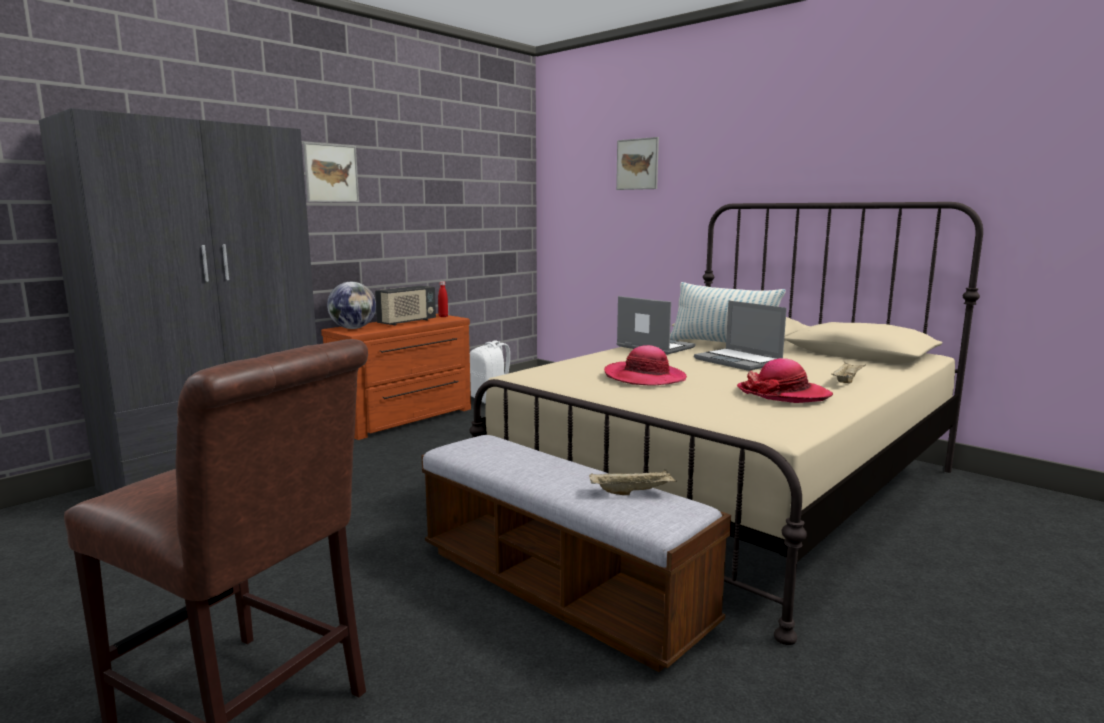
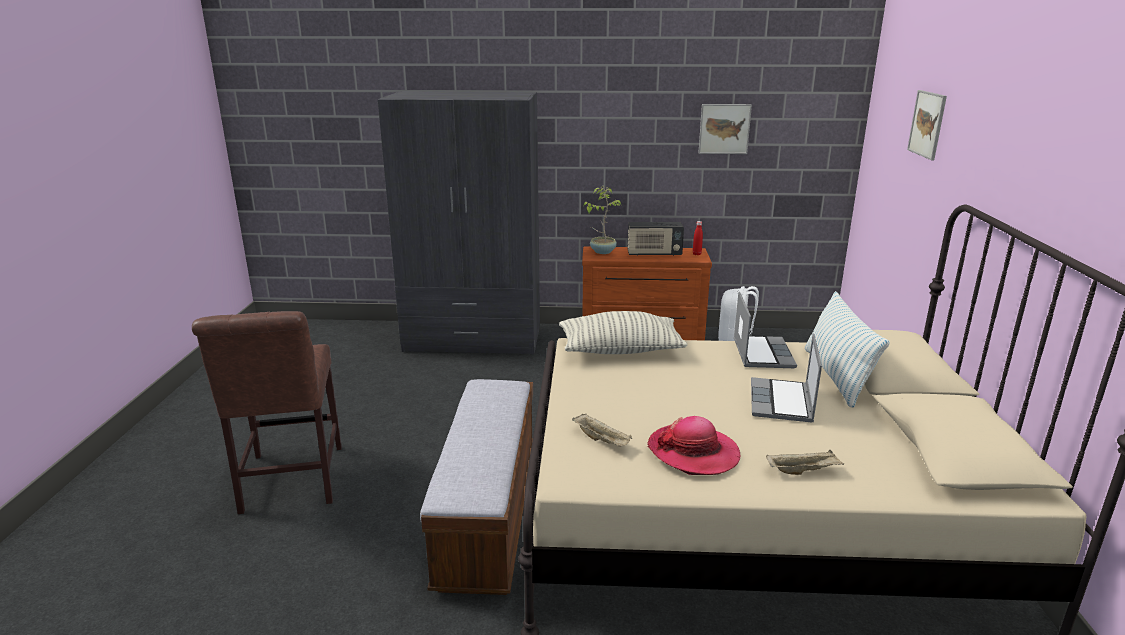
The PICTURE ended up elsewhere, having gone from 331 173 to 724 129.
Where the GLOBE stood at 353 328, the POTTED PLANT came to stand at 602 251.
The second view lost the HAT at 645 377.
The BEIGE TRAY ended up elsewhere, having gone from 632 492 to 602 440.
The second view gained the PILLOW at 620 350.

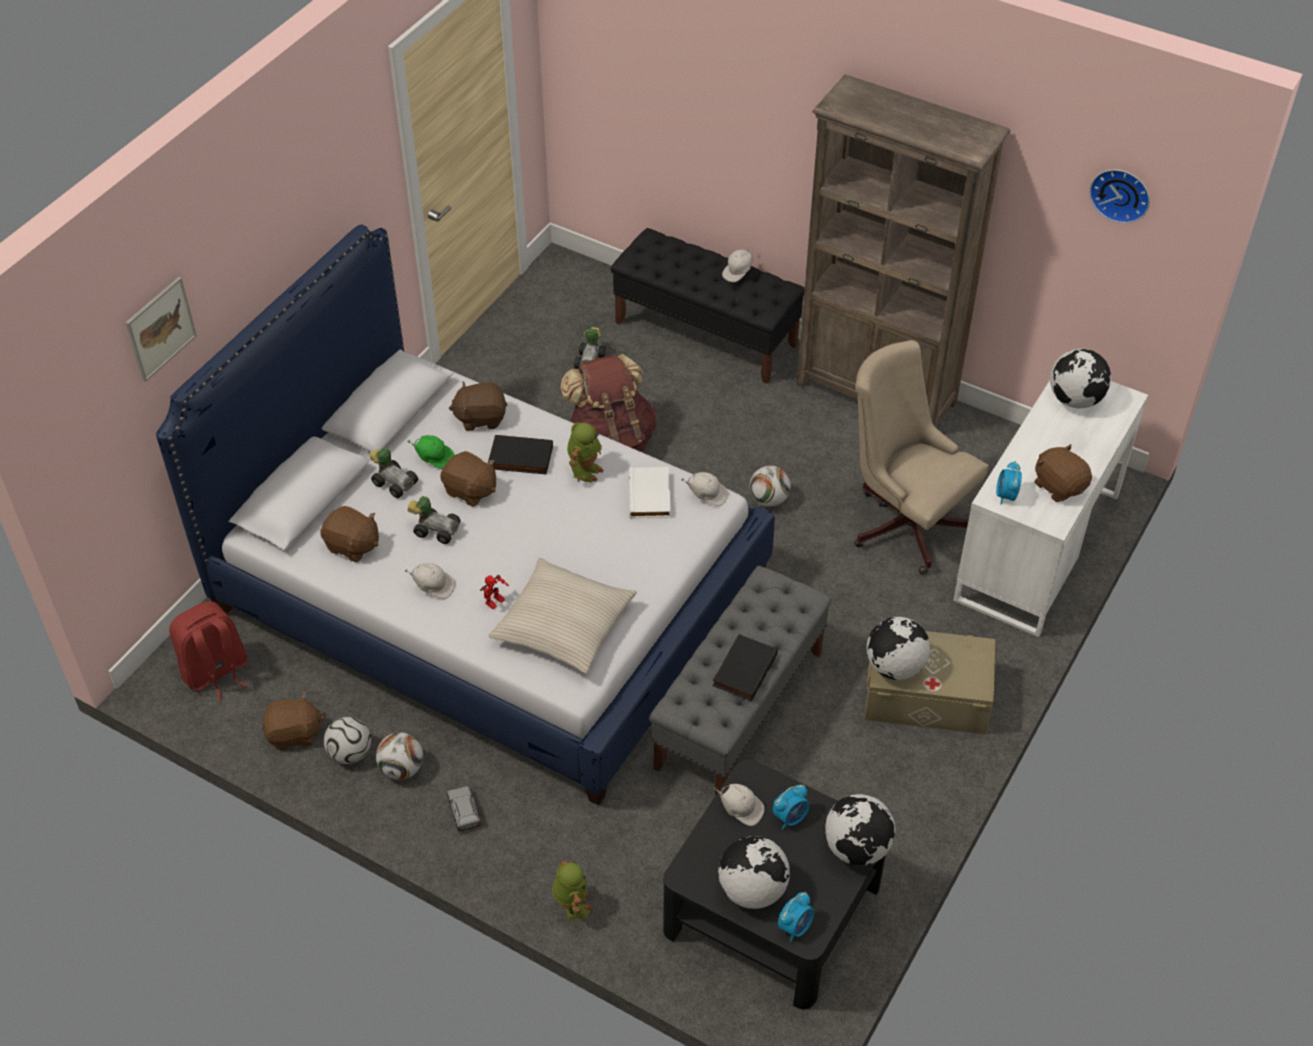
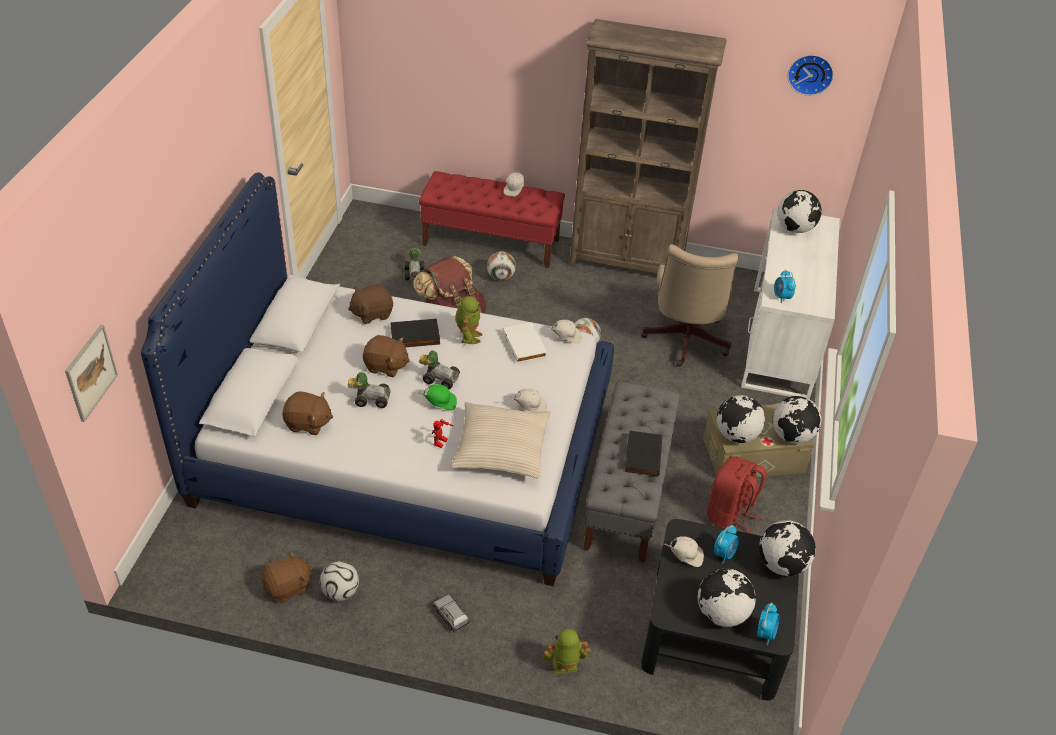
What was the BLACK BENCH at 706 334 turned into the RED BENCH at 491 242.
The PICTURE ended up elsewhere, having gone from 160 328 to 91 372.
The BEIGE OFFICE CHAIR at 904 521 ended up facing another way, 105 degrees counterclockwise from before.
The GREEN CAP ended up elsewhere, having gone from 434 458 to 440 403.
The second view lost the BROWN PLUSH TOY at 1059 486.
The TOY CAR ended up elsewhere, having gone from 394 482 to 439 378.
The WHITE CAP ended up elsewhere, having gone from 433 586 to 530 407.
The RED BACKPACK ended up elsewhere, having gone from 216 672 to 730 514.
The FOOTBALL ended up elsewhere, having gone from 402 769 to 501 277.
The TOY ROBOT at 572 905 ended up facing another way, 60 degrees counterclockwise from before.
The second view gained the GLOBE at 792 436.

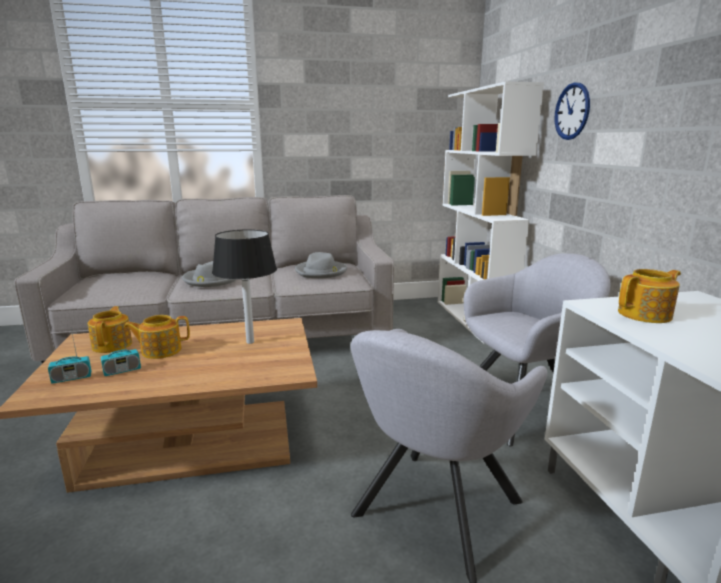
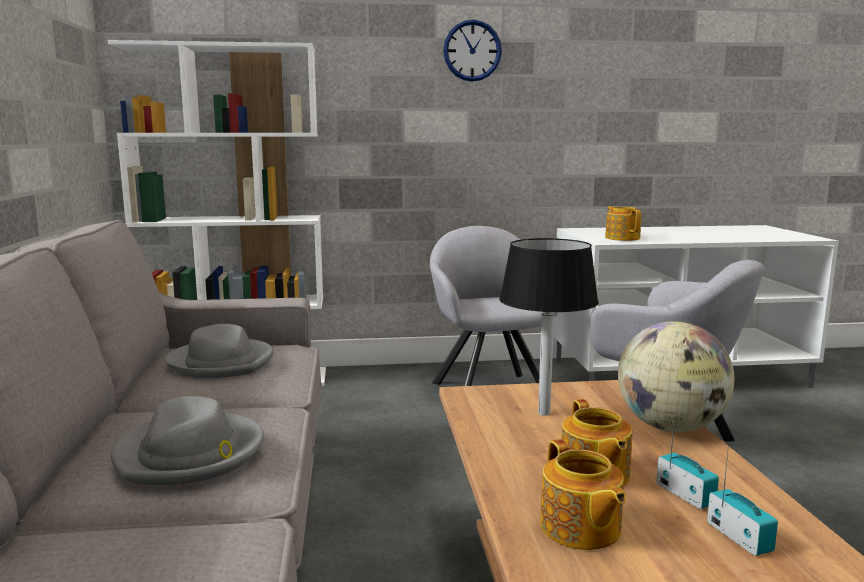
The WALL CLOCK ended up elsewhere, having gone from 572 111 to 472 51.
The TEAPOT at 113 345 ended up facing another way, 105 degrees counterclockwise from before.
The second view gained the GLOBE at 670 427.

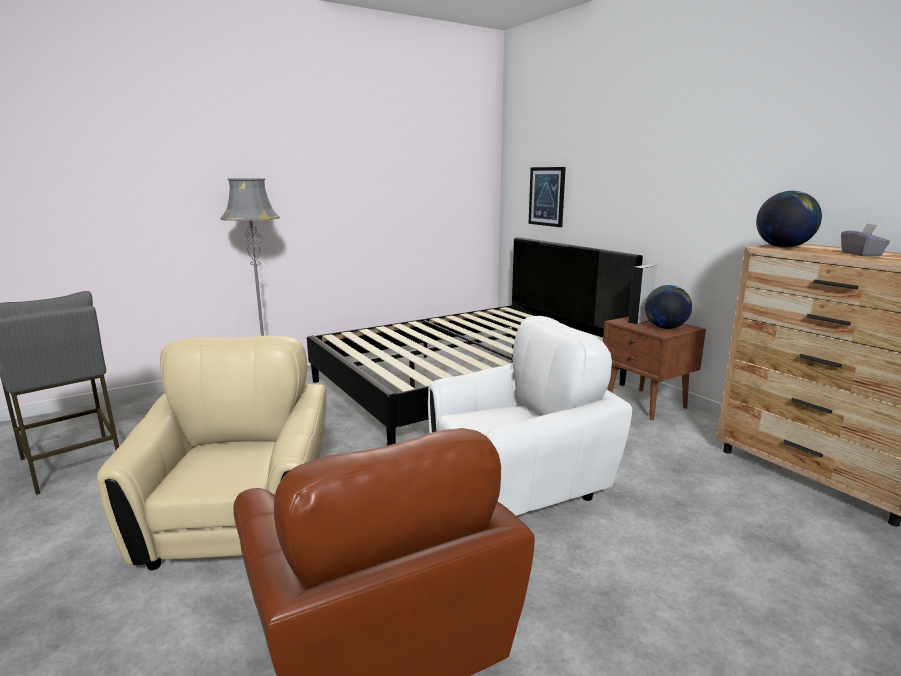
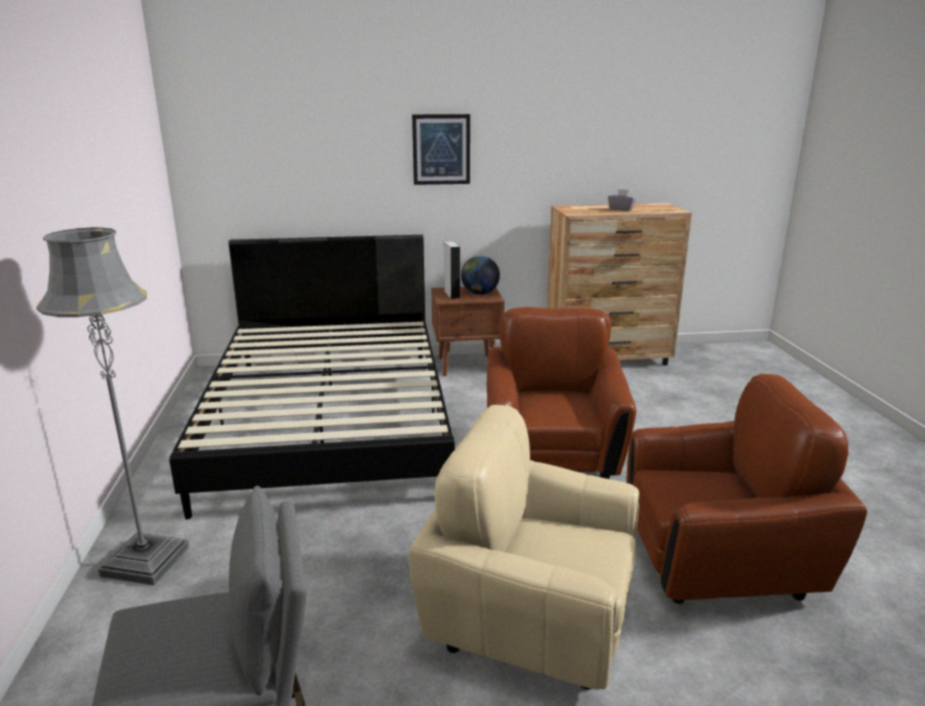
The PICTURE ended up elsewhere, having gone from 547 196 to 441 149.
The second view lost the GLOBE at 783 247.
What was the WHITE ARMCHAIR at 518 482 turned into the BROWN ARMCHAIR at 552 453.

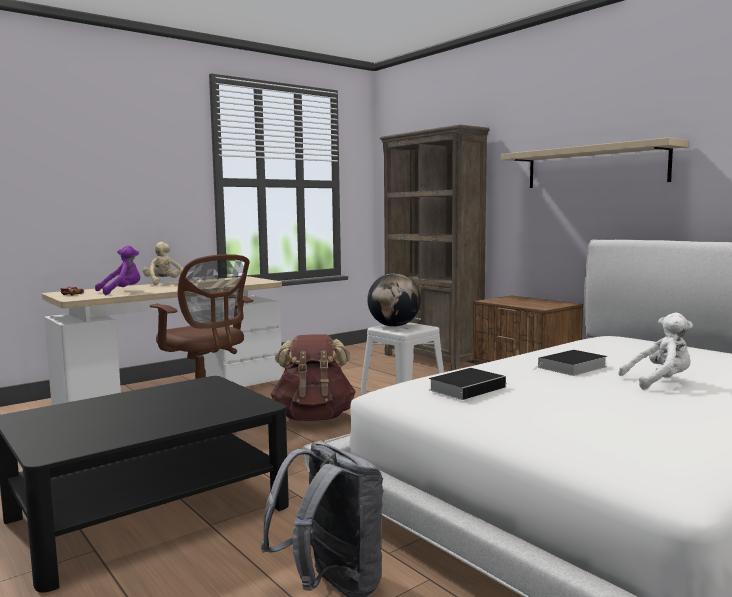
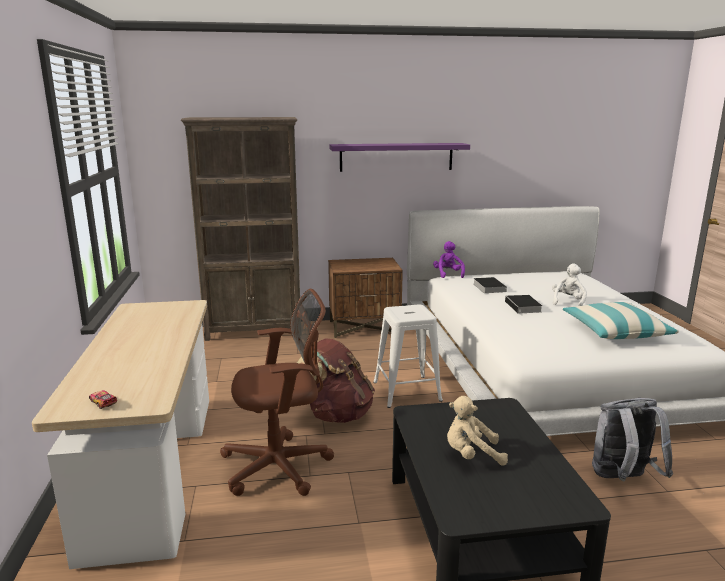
What was the BEIGE SHELF at 594 166 turned into the PURPLE SHELF at 396 157.
The BEIGE PLUSH TOY ended up elsewhere, having gone from 164 283 to 471 455.
The PURPLE PLUSH TOY ended up elsewhere, having gone from 122 292 to 448 274.
The second view lost the GLOBE at 394 326.
The BOOK ended up elsewhere, having gone from 468 388 to 488 287.
The second view gained the PILLOW at 615 331.

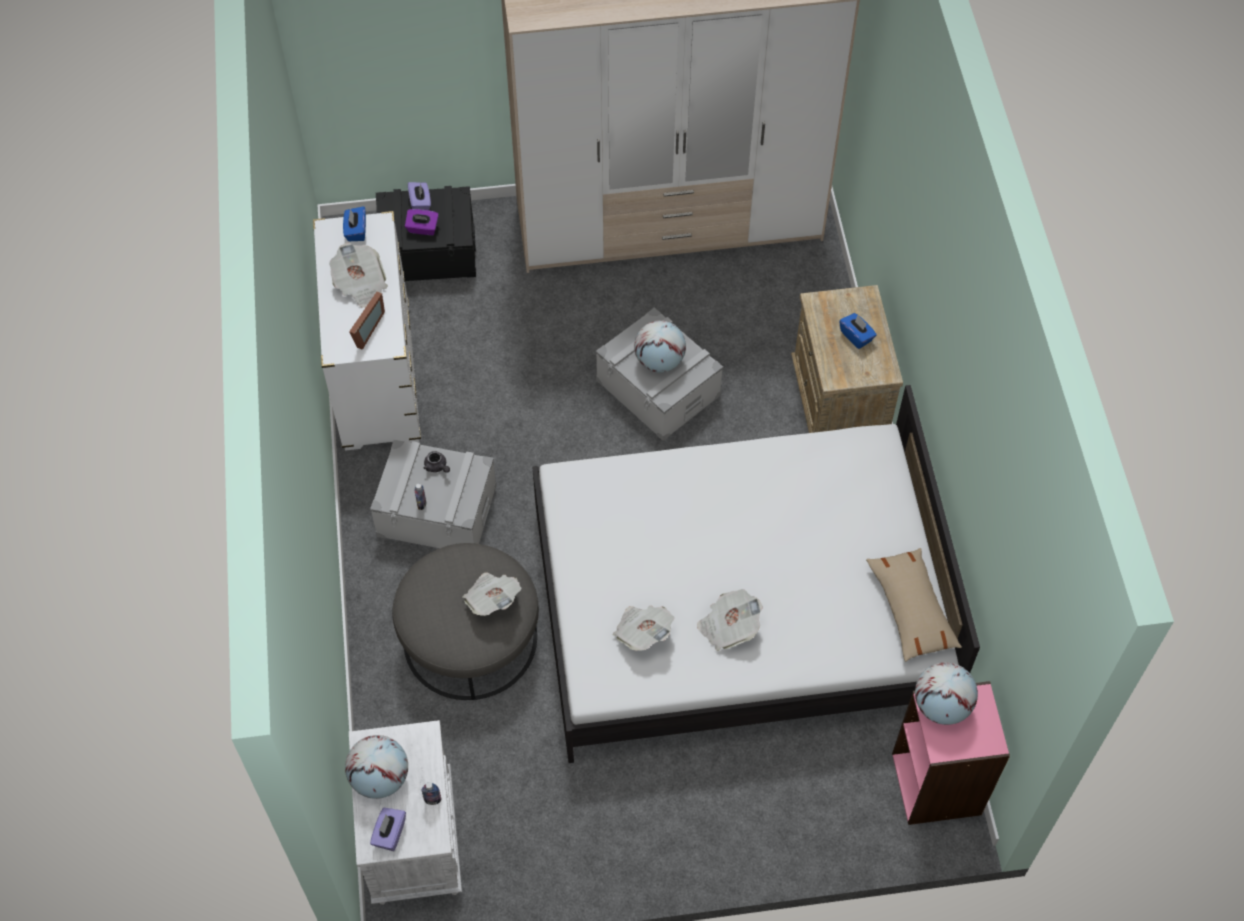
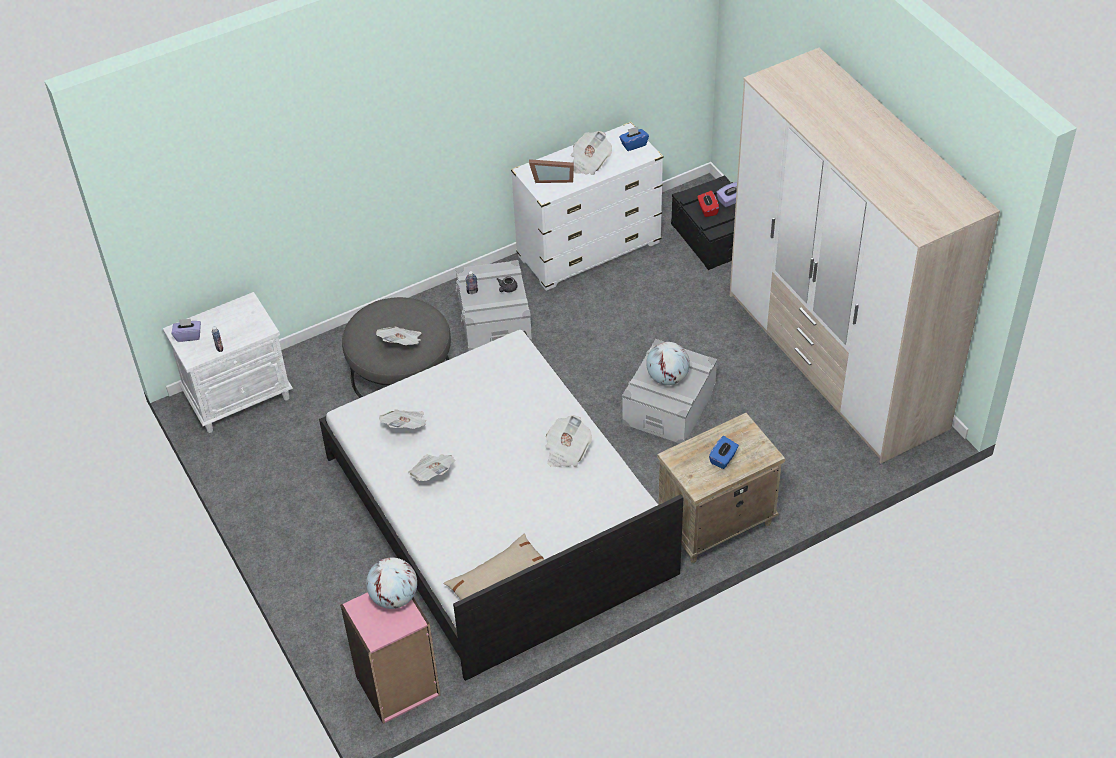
What was the PURPLE TISSUE BOX at 422 229 turned into the RED TISSUE BOX at 707 210.
The second view lost the GLOBE at 380 778.
The second view gained the NEWSPAPER at 566 451.

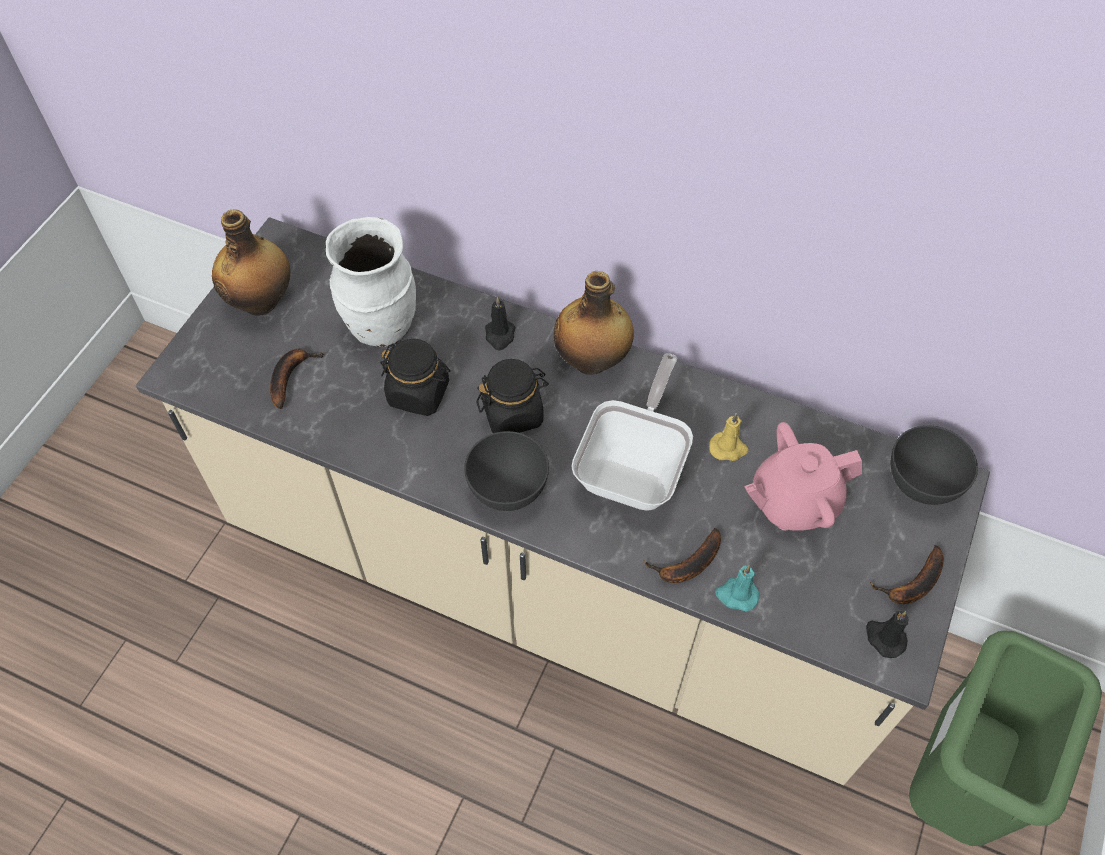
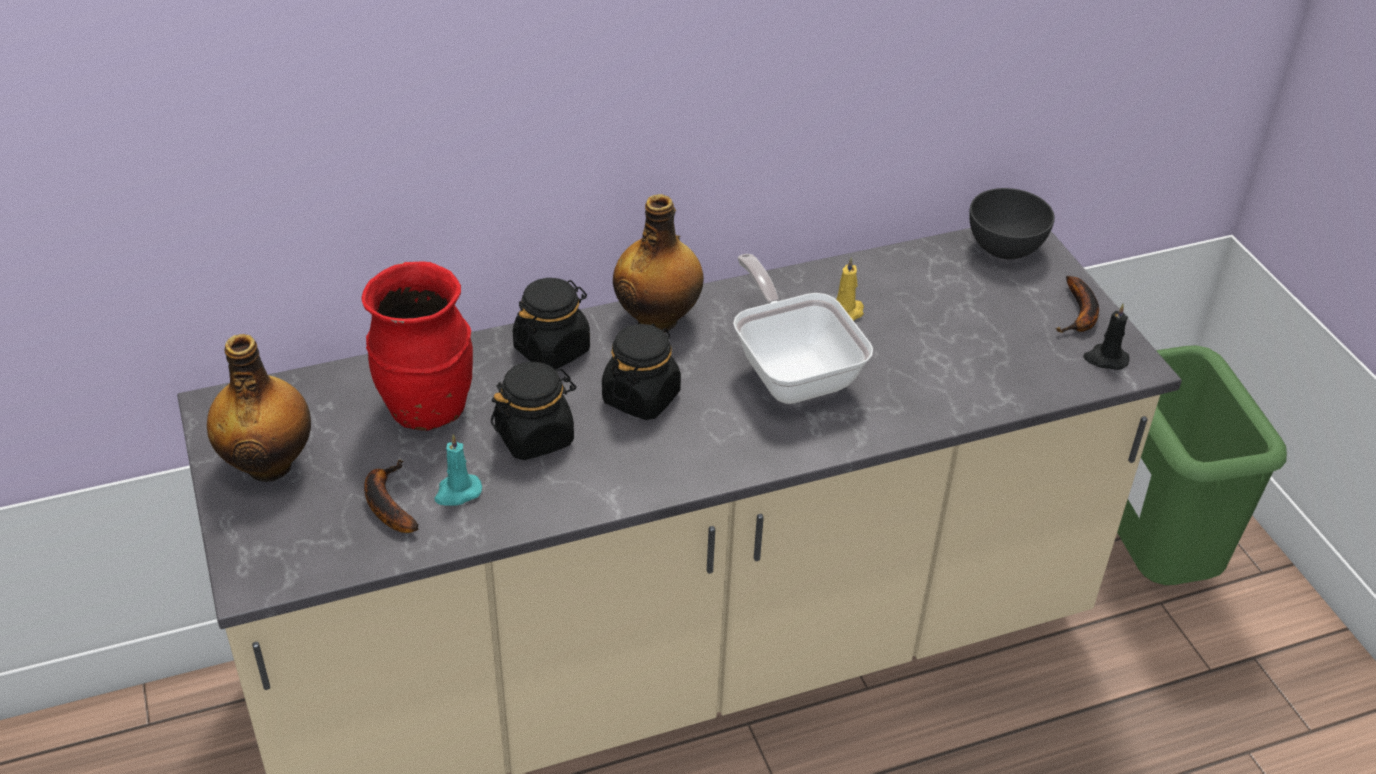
What was the WHITE VASE at 380 326 turned into the RED VASE at 426 409.
Where the BLACK CANDLE stood at 500 335, the BLACK JAR came to stand at 552 349.
The second view lost the PINK TEAPOT at 793 502.
The second view lost the GREY BOWL at 508 489.
The second view lost the BANANA at 687 565.
The TURQUOISE CANDLE ended up elsewhere, having gone from 736 595 to 457 492.

